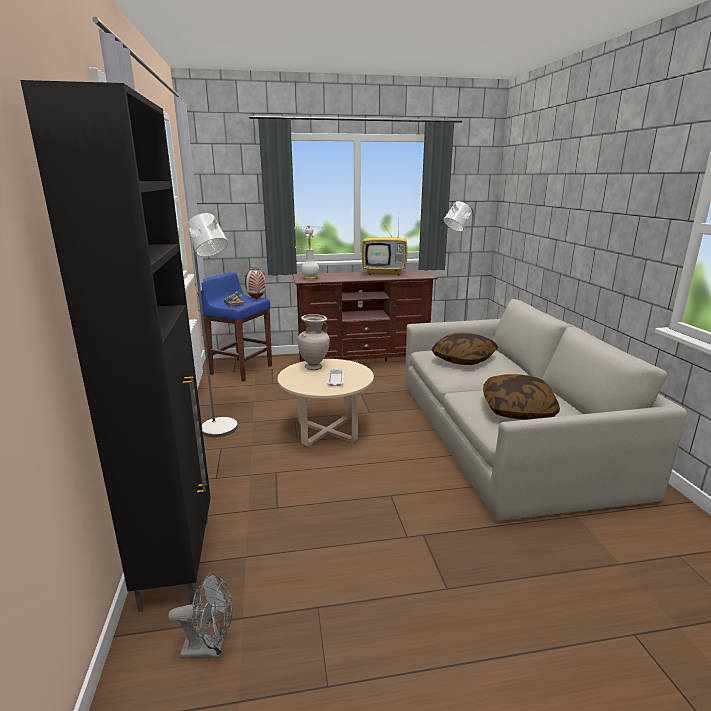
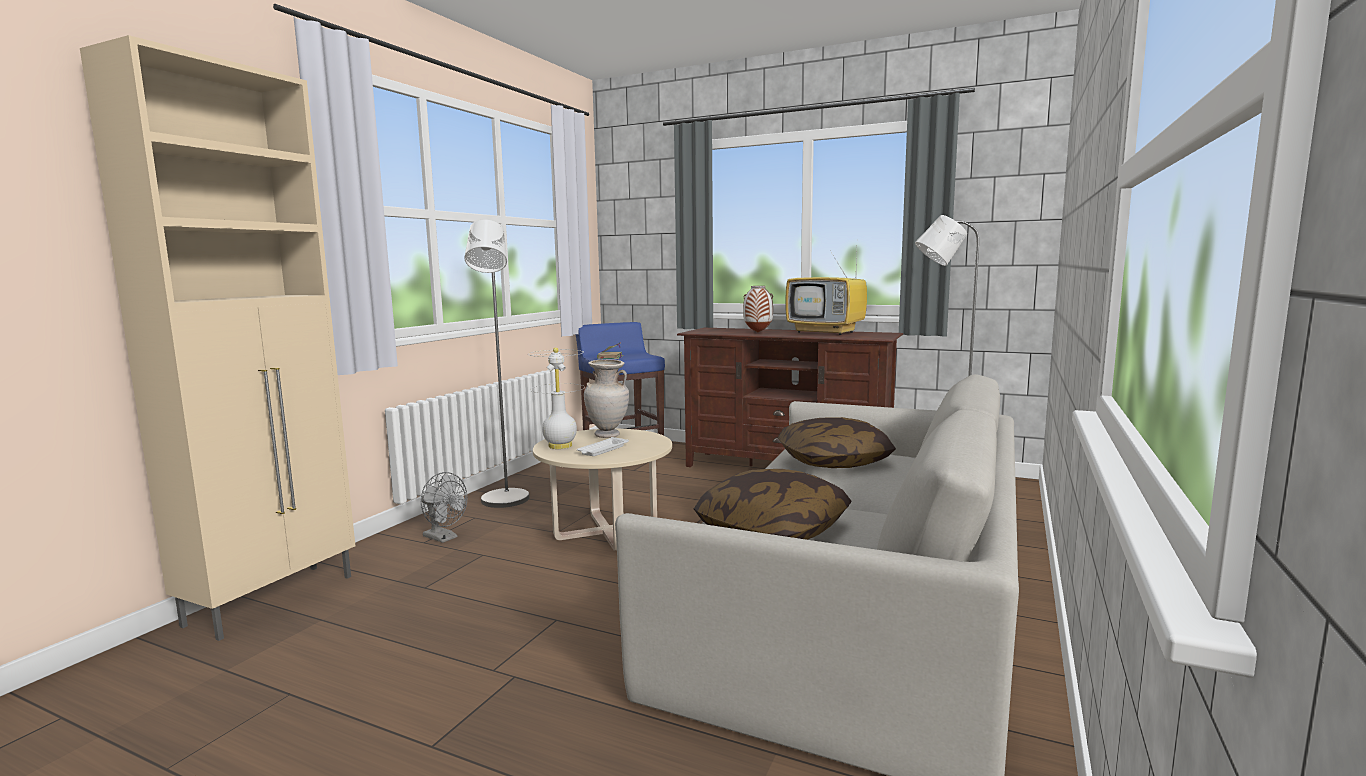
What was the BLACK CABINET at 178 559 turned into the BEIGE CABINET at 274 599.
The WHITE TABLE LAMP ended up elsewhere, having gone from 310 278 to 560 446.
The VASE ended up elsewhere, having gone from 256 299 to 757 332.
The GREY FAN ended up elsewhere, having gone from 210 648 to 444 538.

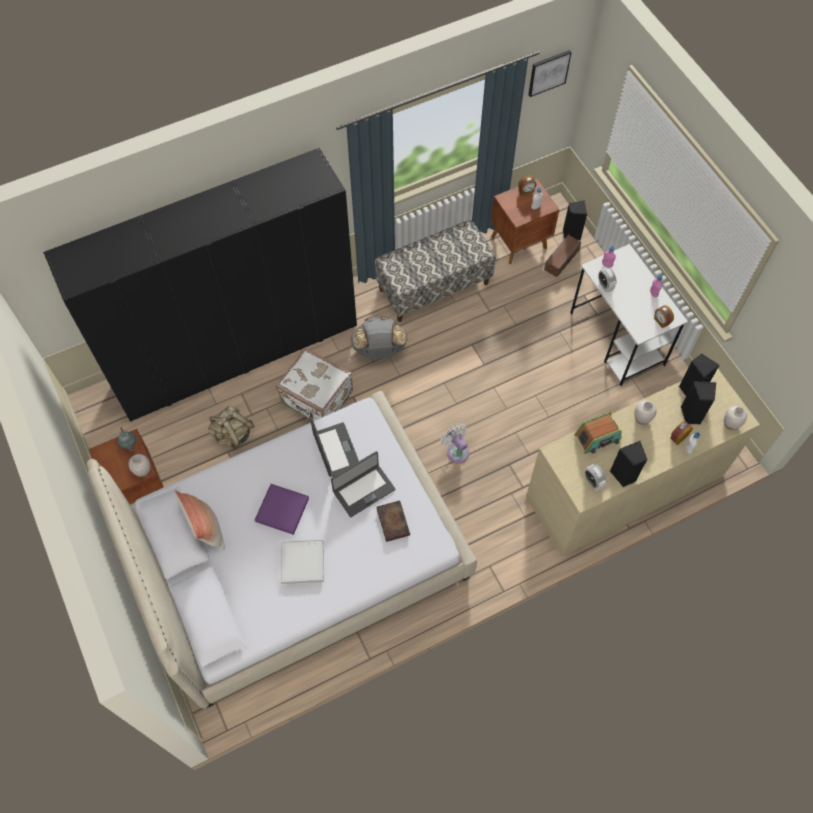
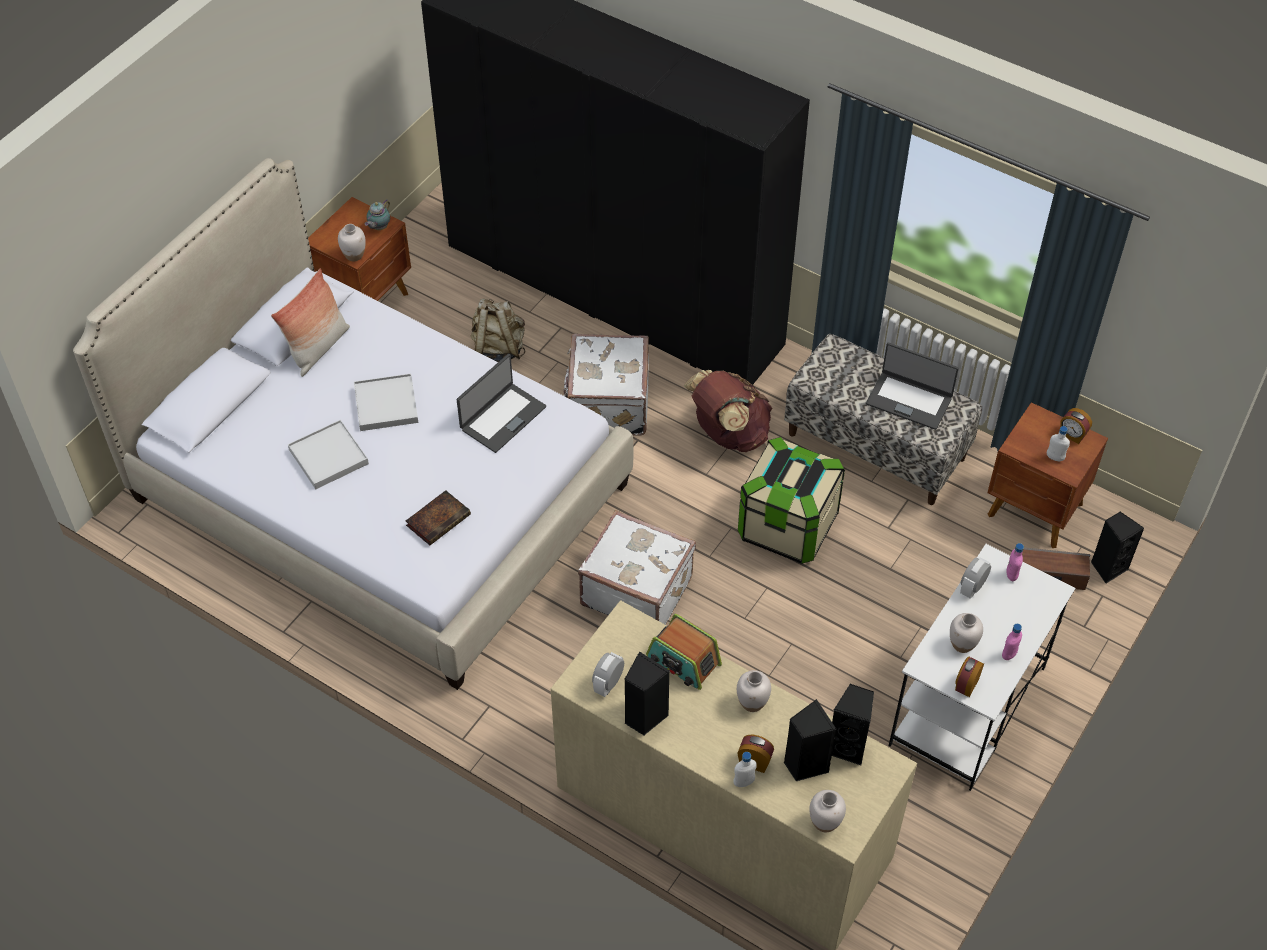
The second view lost the PICTURE at 548 72.
What was the GREY BACKPACK at 379 350 turned into the BROWN BACKPACK at 728 434.
Where the WHITE FAN stood at 456 451, the WHITE SUITCASE came to stand at 637 590.
The LAPTOP ended up elsewhere, having gone from 363 490 to 909 400.
What was the PURPLE TRAY at 282 510 turned into the WHITE TRAY at 386 405.
The second view gained the STORAGE BOX at 787 526.
The second view gained the WHITE VASE at 962 644.

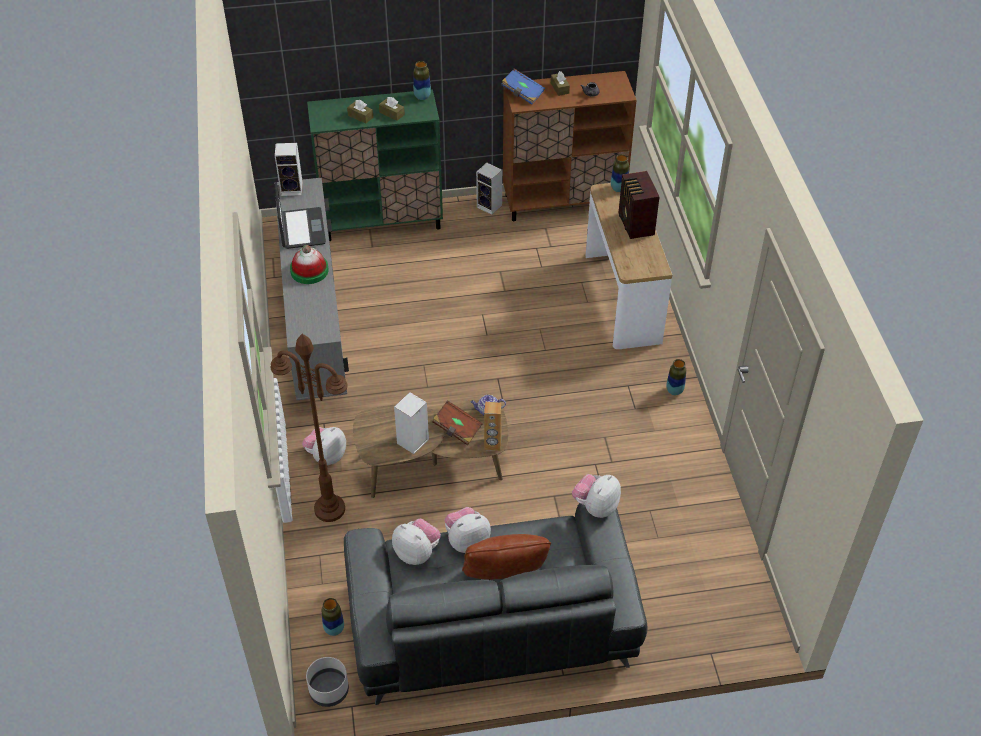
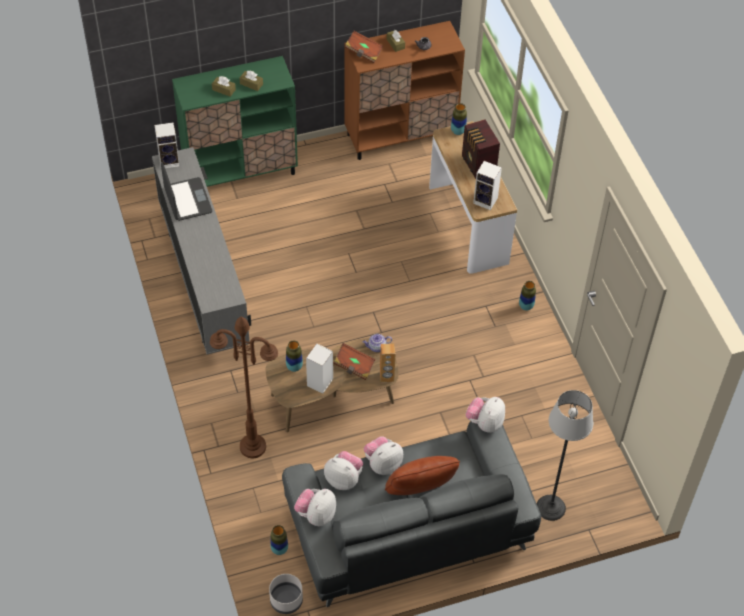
The VASE ended up elsewhere, having gone from 422 97 to 294 367.
What was the BLUE BOOK at 522 93 turned into the BROWN BOOK at 363 52.
The SPEAKER ended up elsewhere, having gone from 490 206 to 486 201.
The second view lost the HAT at 309 270.
The PLUSH TOY ended up elsewhere, having gone from 326 456 to 316 515.
The second view gained the FLOOR LAMP at 551 507.

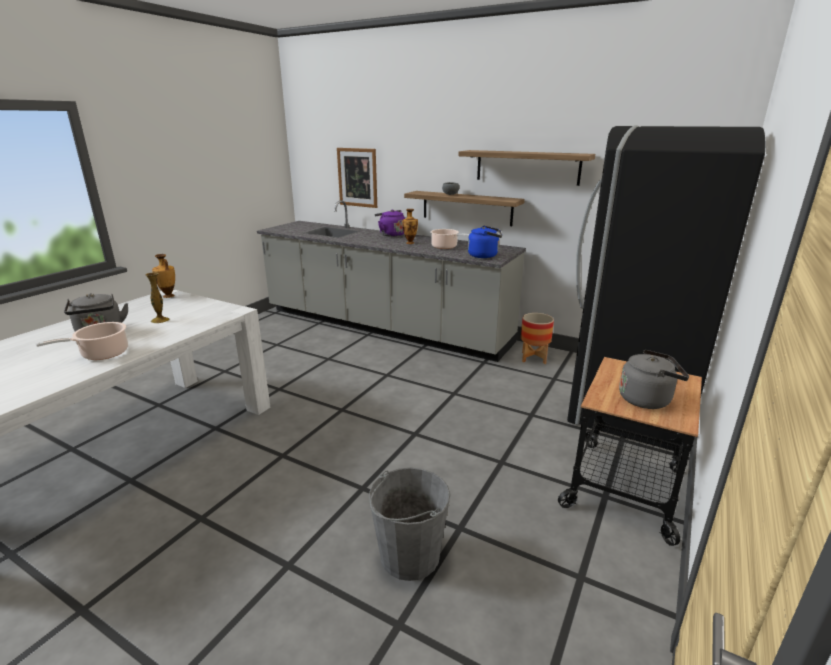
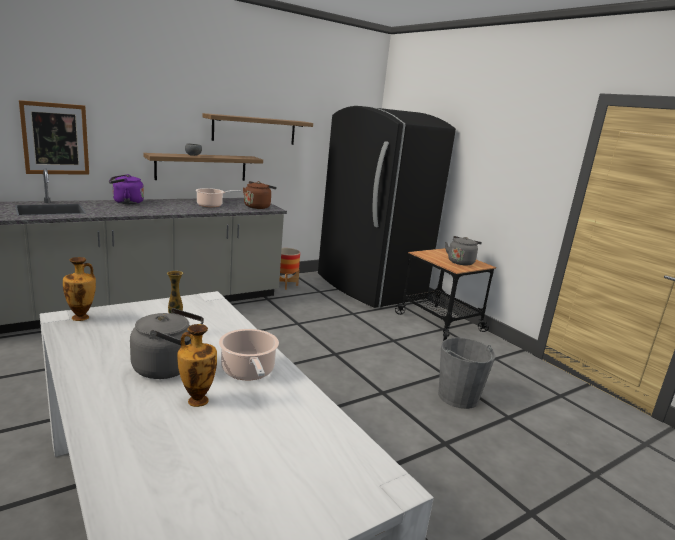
The VASE ended up elsewhere, having gone from 410 243 to 197 400.
What was the BLUE KETTLE at 484 255 turned into the BROWN KETTLE at 258 207.

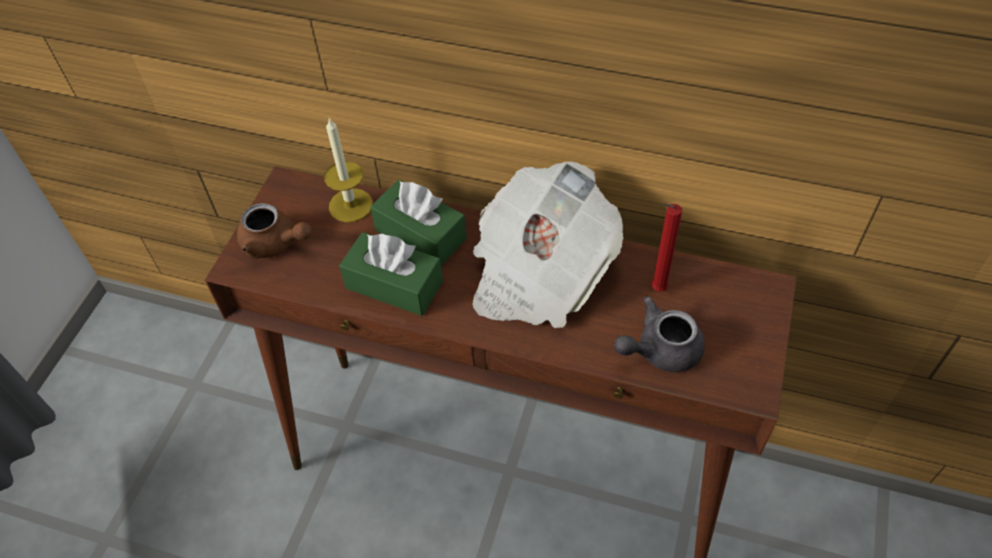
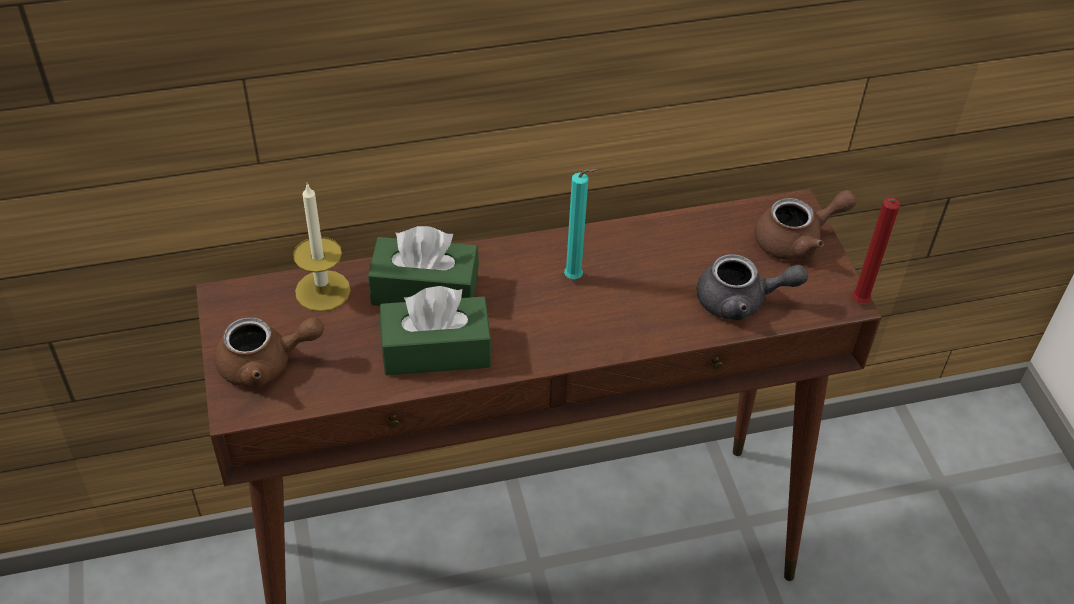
Where the NEWSPAPER stood at 538 273, the TURQUOISE CANDLE came to stand at 576 278.
The RED CANDLE ended up elsewhere, having gone from 656 289 to 858 303.
The GREY TEAPOT at 659 350 ended up facing another way, 120 degrees counterclockwise from before.
The second view gained the BROWN TEAPOT at 797 240.

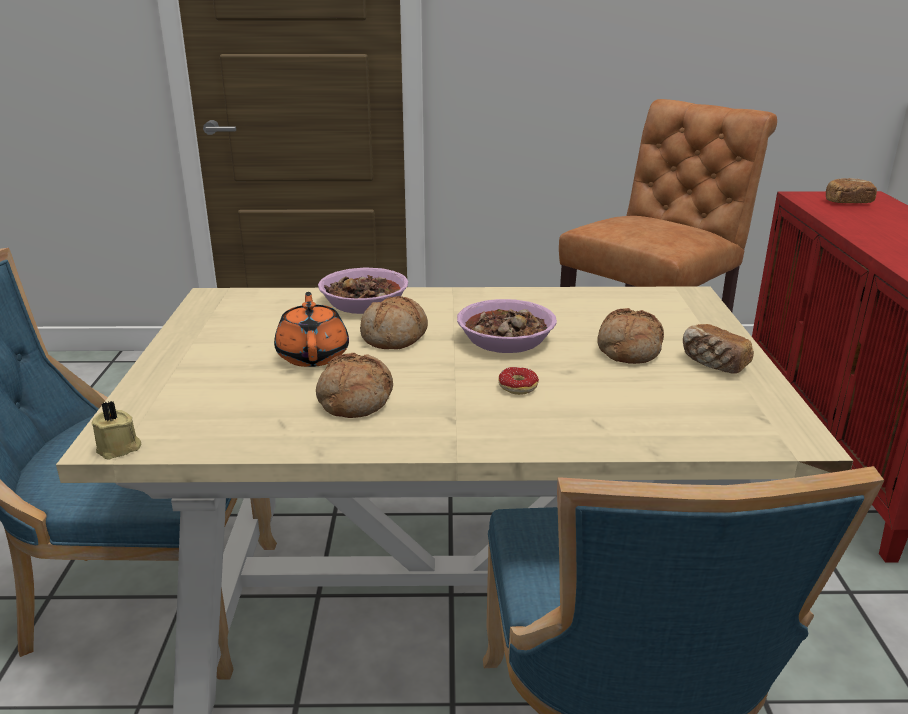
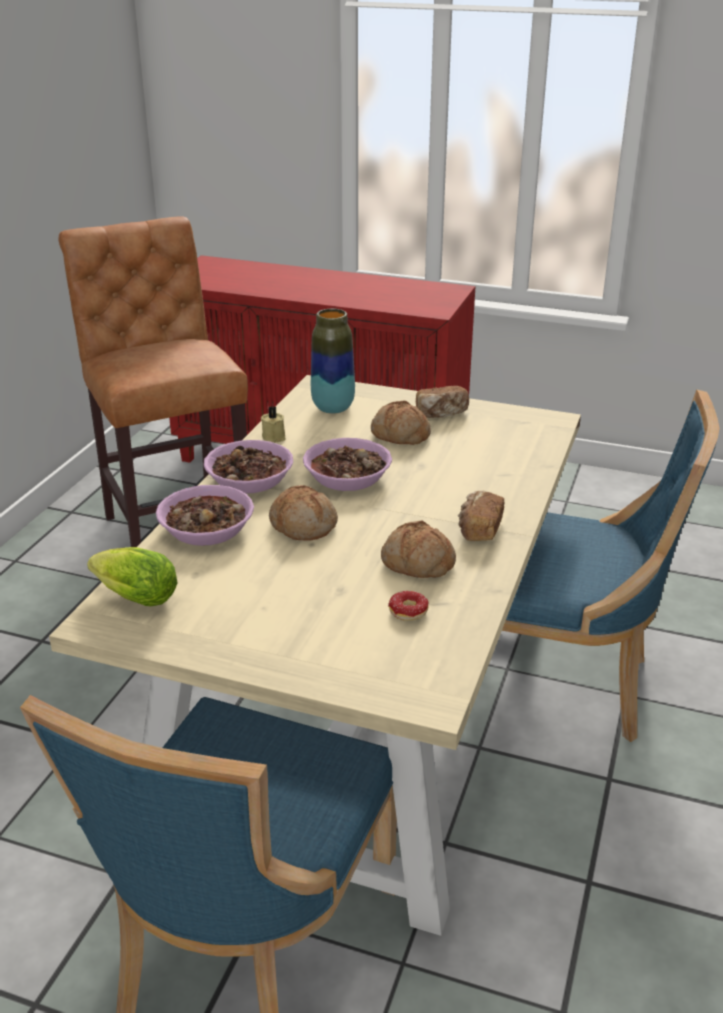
The BREAD ended up elsewhere, having gone from 848 202 to 479 529.
The second view lost the ORANGE TEAPOT at 313 355.
The DONUT ended up elsewhere, having gone from 511 389 to 408 616.
The BEIGE CANDLE ended up elsewhere, having gone from 119 449 to 274 437.
The second view gained the VASE at 333 408.
The second view gained the BOWL at 248 479.
The second view gained the LETTUCE at 132 597.

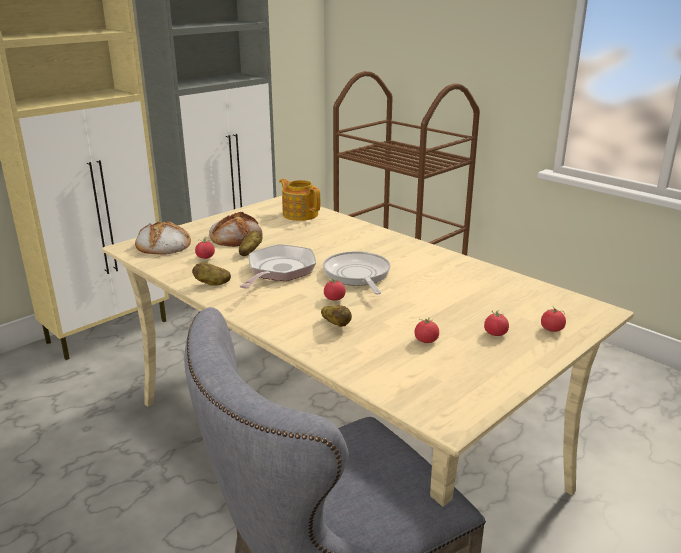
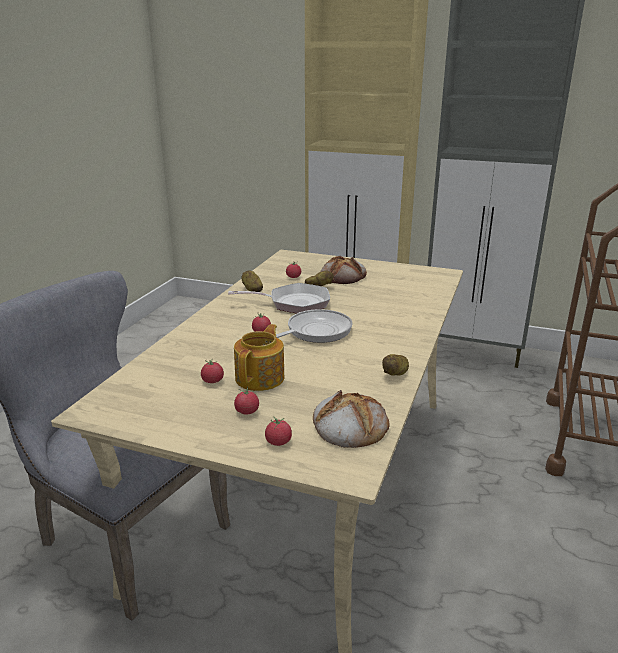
The TEAPOT ended up elsewhere, having gone from 300 214 to 261 378.
The BREAD ended up elsewhere, having gone from 163 245 to 349 425.
The POTATO ended up elsewhere, having gone from 336 325 to 396 373.

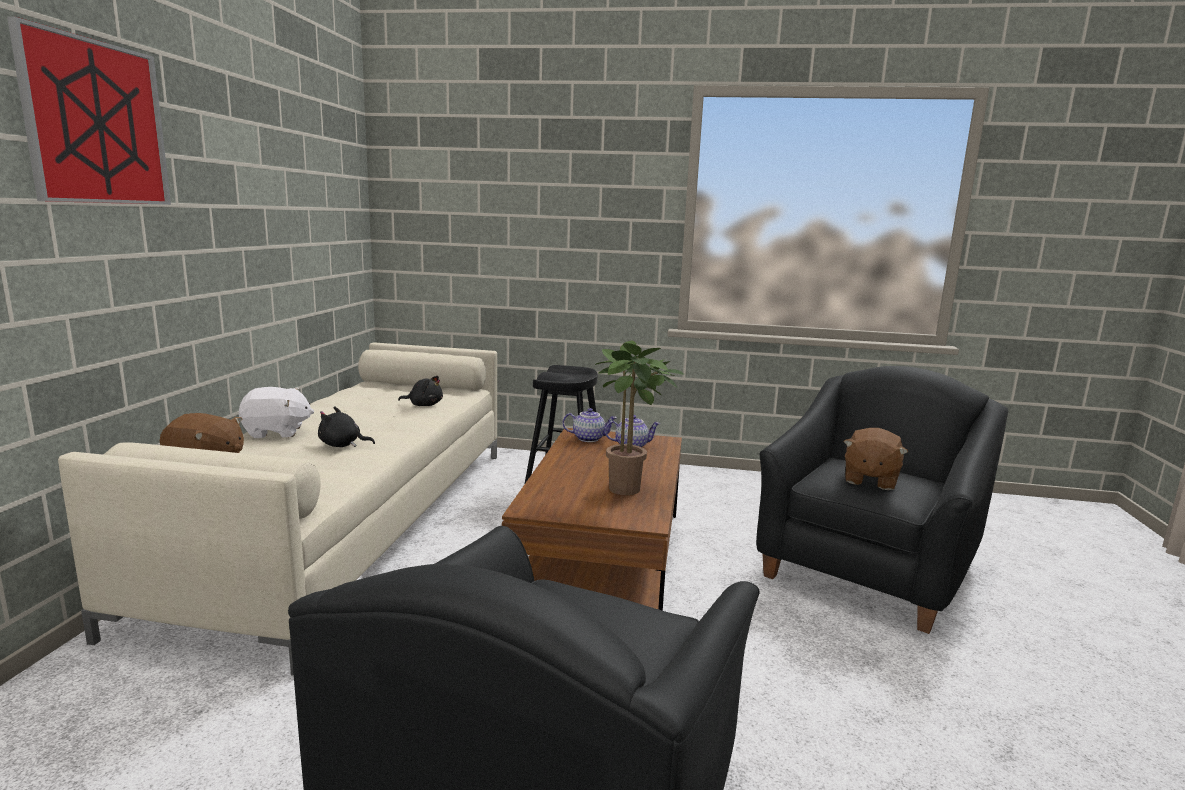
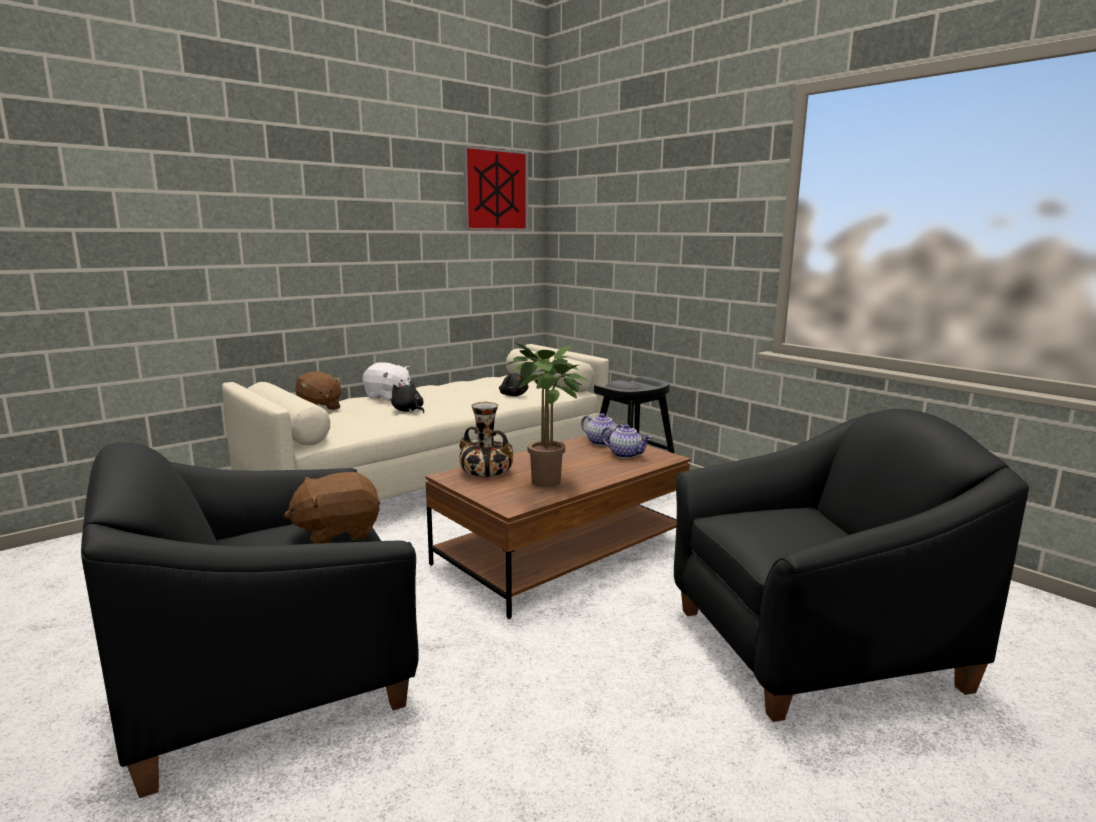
The PICTURE ended up elsewhere, having gone from 96 123 to 495 190.
The BROWN PLUSH TOY ended up elsewhere, having gone from 869 479 to 337 533.
The second view gained the VASE at 487 472.

